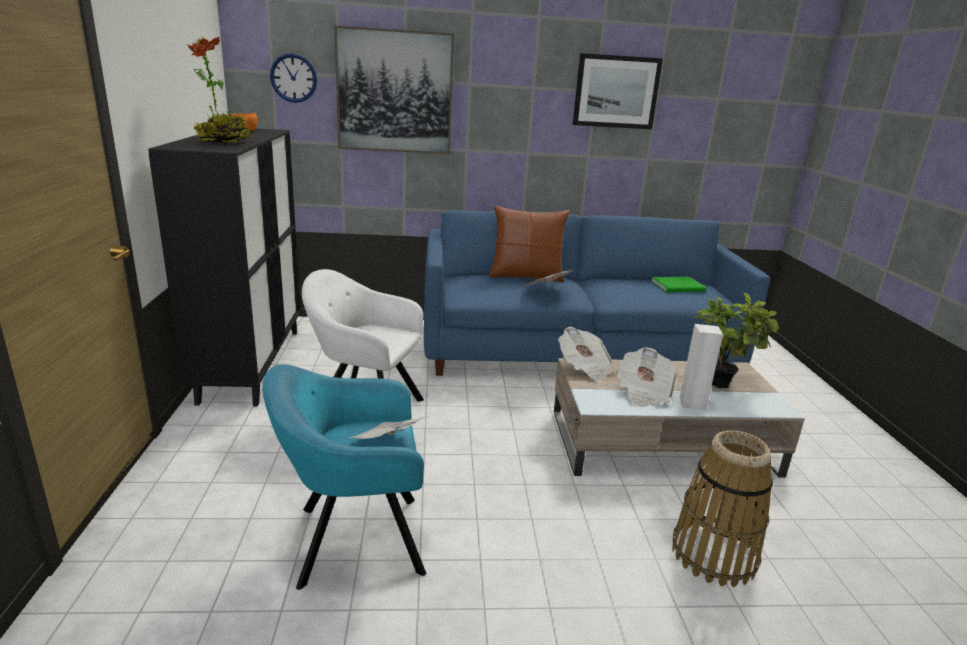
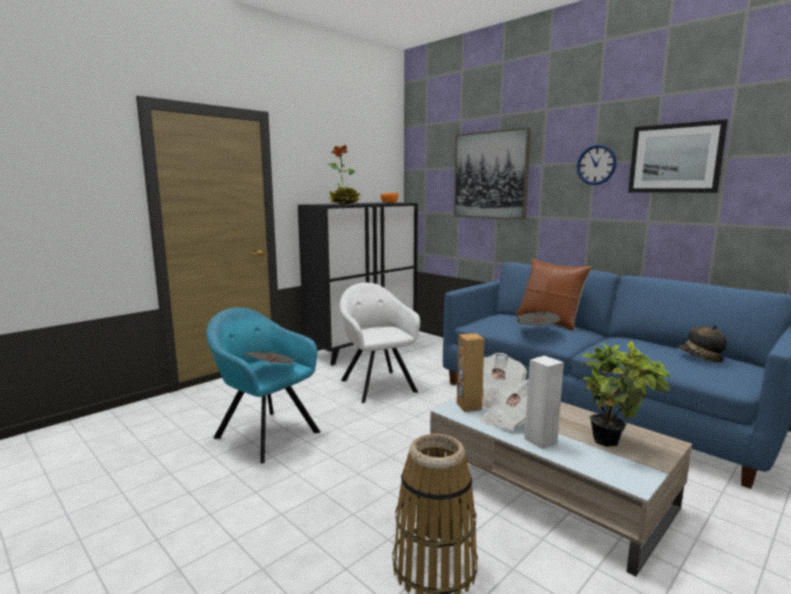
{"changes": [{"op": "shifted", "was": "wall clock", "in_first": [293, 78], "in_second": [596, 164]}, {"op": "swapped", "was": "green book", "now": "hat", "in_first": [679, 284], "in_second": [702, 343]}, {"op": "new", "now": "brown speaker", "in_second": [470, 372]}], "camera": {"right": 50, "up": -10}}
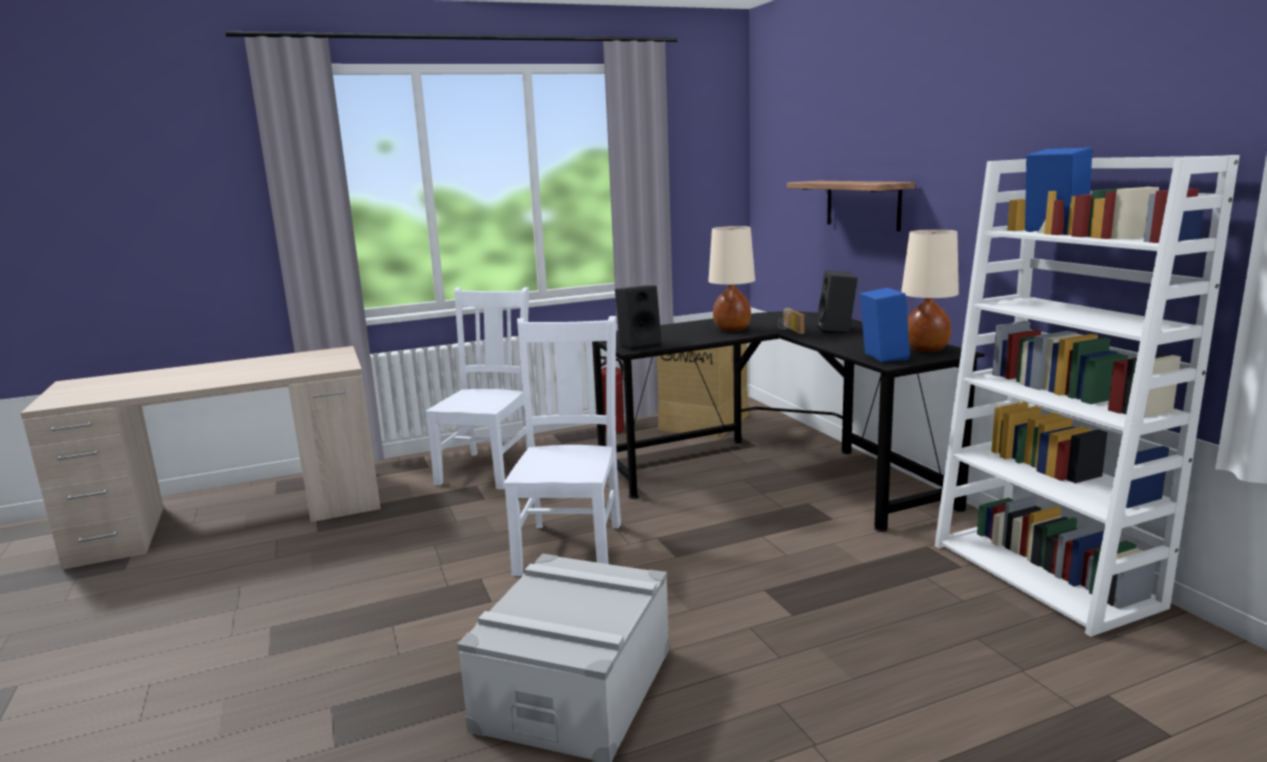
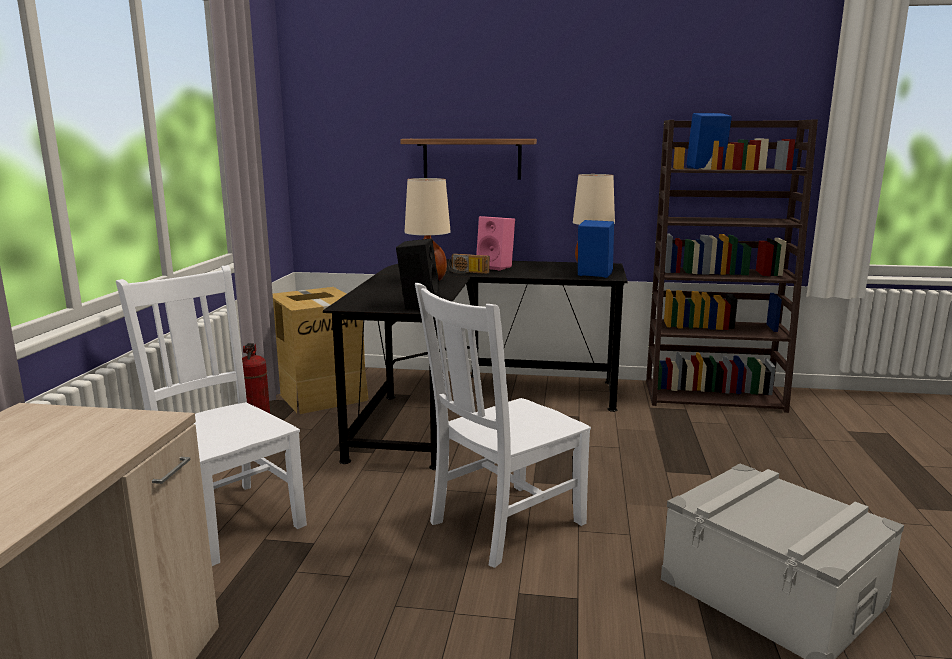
{"changes": [{"op": "repainted", "was": "white bookcase", "now": "brown bookcase", "in_first": [1087, 396], "in_second": [732, 266]}, {"op": "repainted", "was": "black speaker", "now": "pink speaker", "in_first": [837, 302], "in_second": [495, 243]}, {"op": "rotated", "was": "white chair", "in_first": [562, 446], "in_second": [503, 425], "clockwise": -75}], "camera": {"right": -60, "up": 0}}
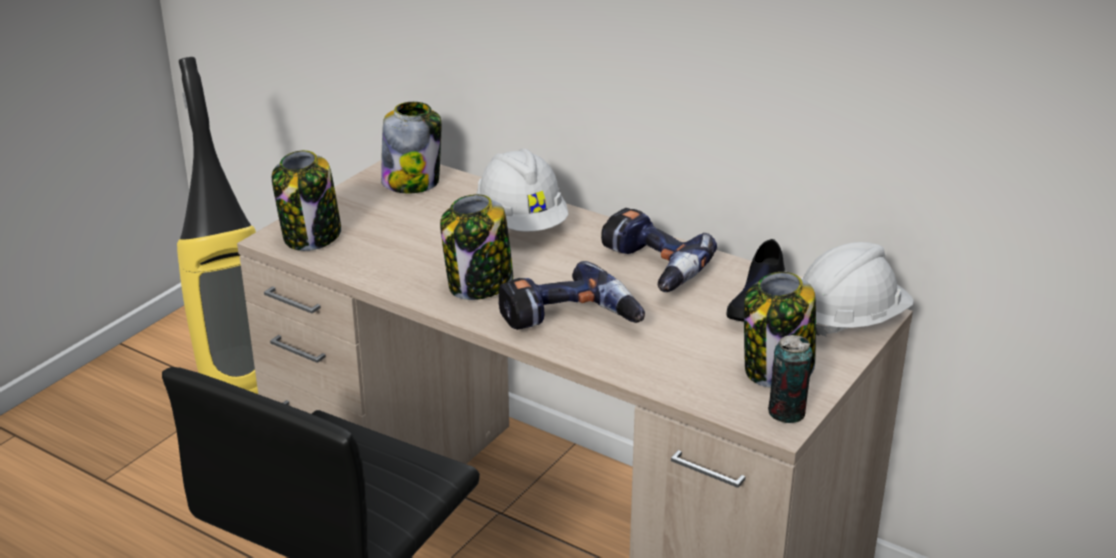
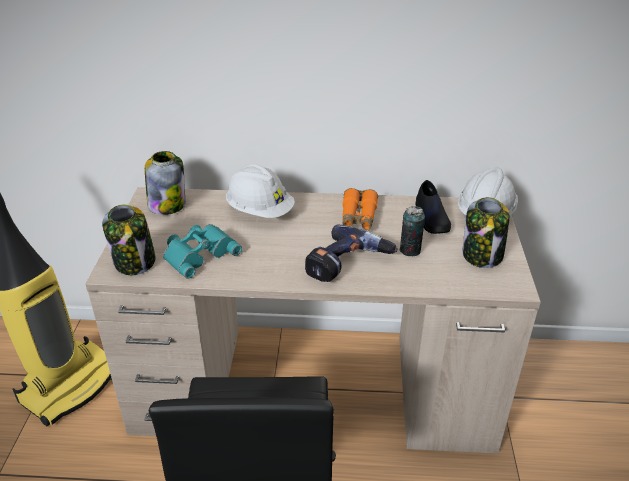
{"changes": [{"op": "gone", "was": "jar", "in_first": [476, 247]}, {"op": "swapped", "was": "power drill", "now": "orange binoculars", "in_first": [659, 250], "in_second": [360, 209]}, {"op": "shifted", "was": "can", "in_first": [790, 379], "in_second": [412, 231]}, {"op": "new", "now": "turquoise binoculars", "in_second": [202, 251]}], "camera": {"right": -30, "up": 5}}
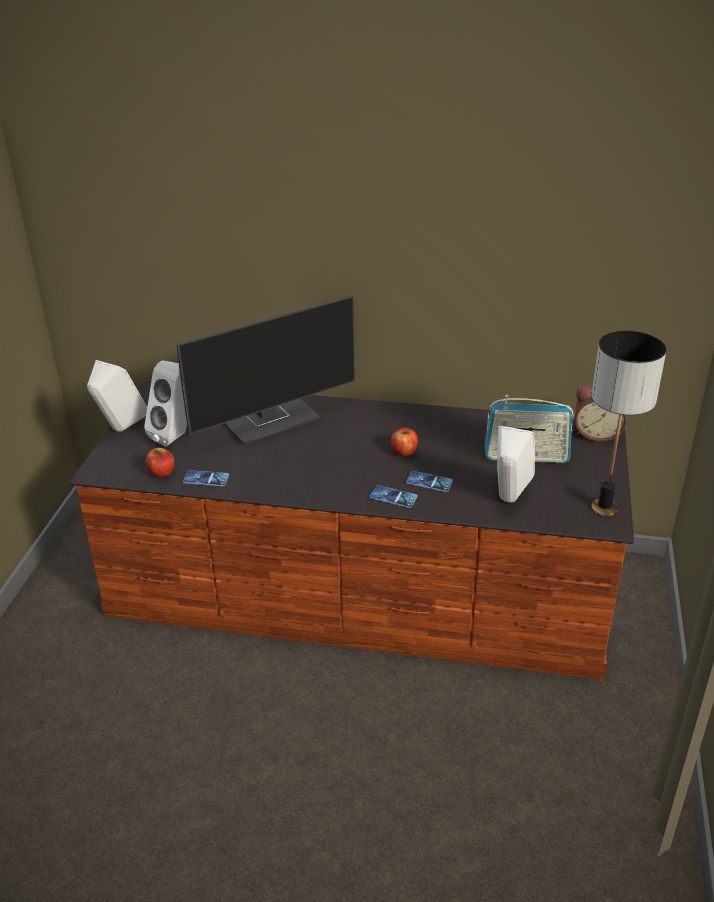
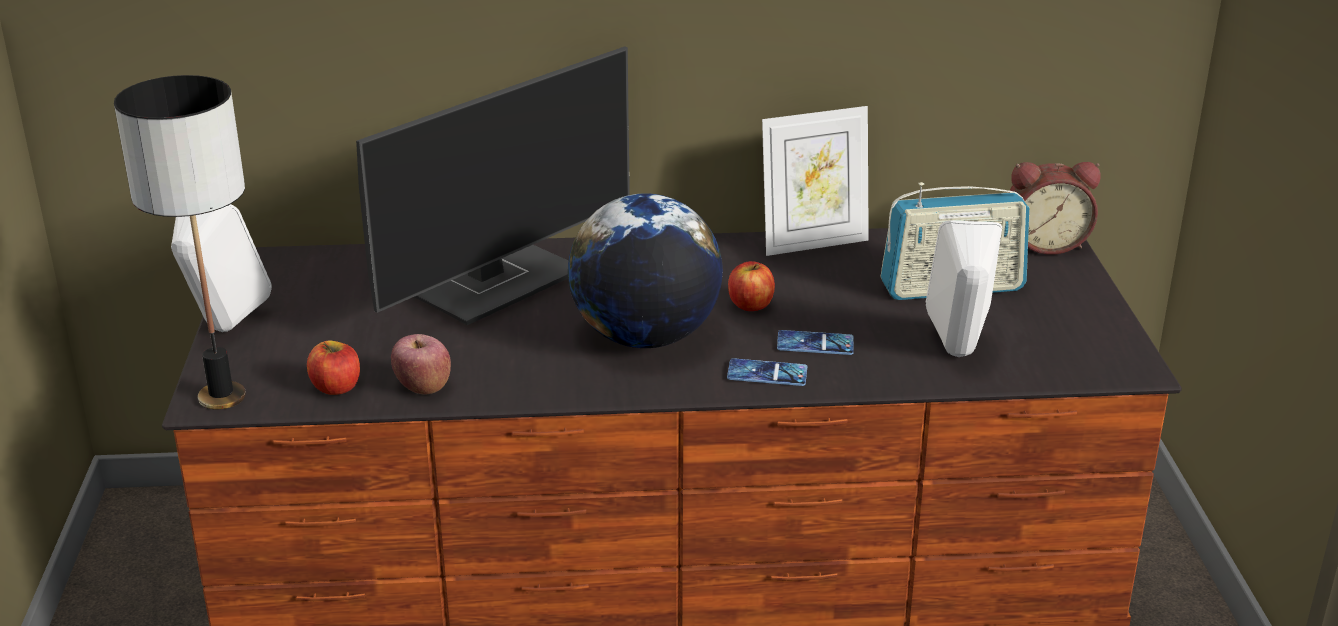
{"changes": [{"op": "shifted", "was": "table lamp", "in_first": [628, 423], "in_second": [180, 242]}, {"op": "gone", "was": "white speaker", "in_first": [165, 403]}, {"op": "swapped", "was": "phone", "now": "apple", "in_first": [206, 478], "in_second": [421, 364]}, {"op": "new", "now": "picture frame", "in_second": [815, 181]}, {"op": "new", "now": "globe", "in_second": [645, 271]}], "camera": {"right": -15, "up": -5}}
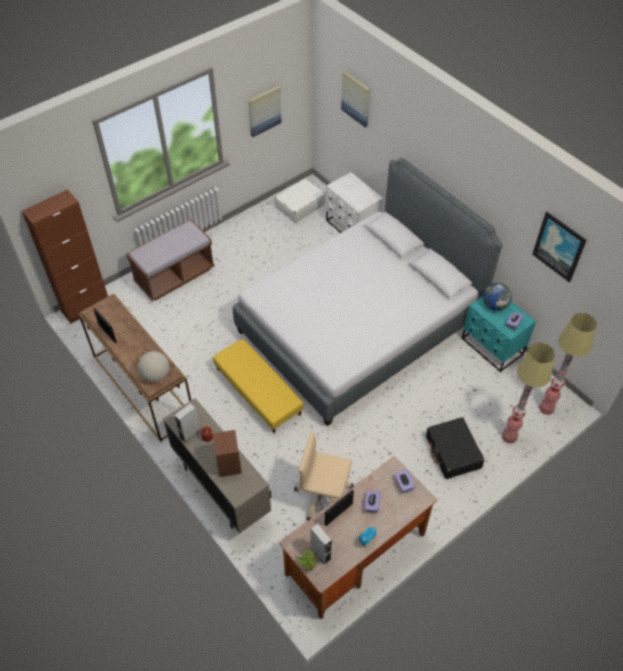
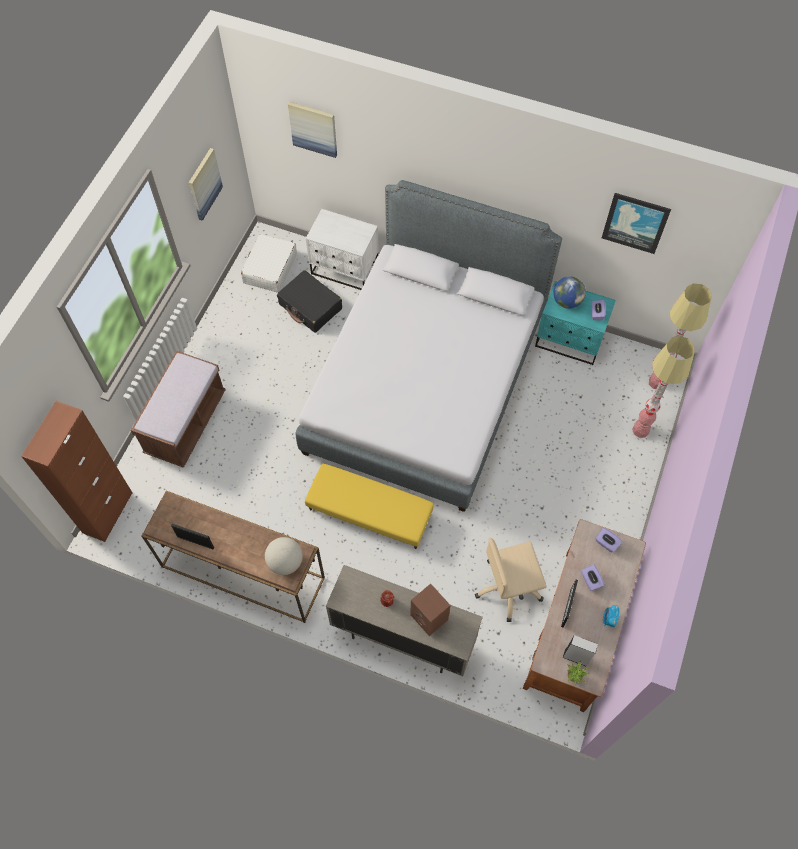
{"changes": [{"op": "gone", "was": "grey speaker", "in_first": [187, 423]}, {"op": "shifted", "was": "black suitcase", "in_first": [455, 448], "in_second": [309, 301]}], "camera": {"right": -30, "up": 10}}
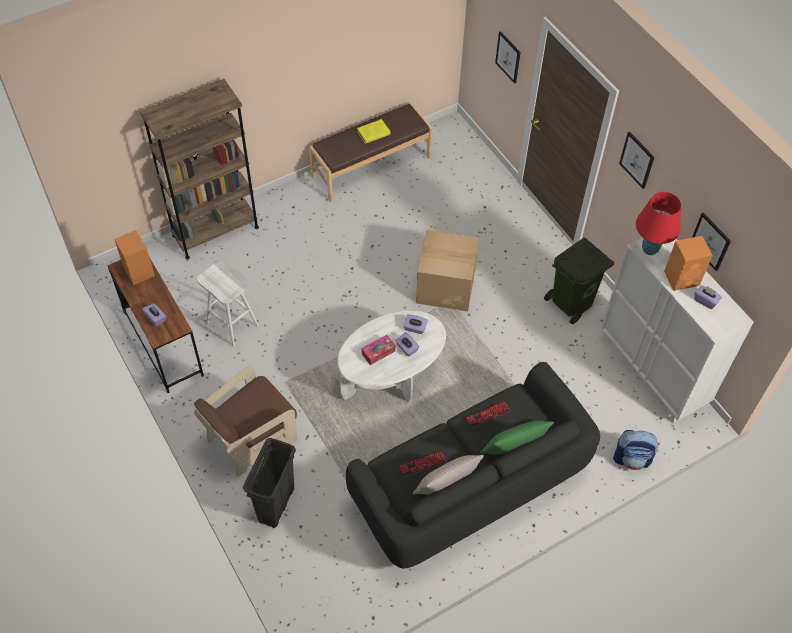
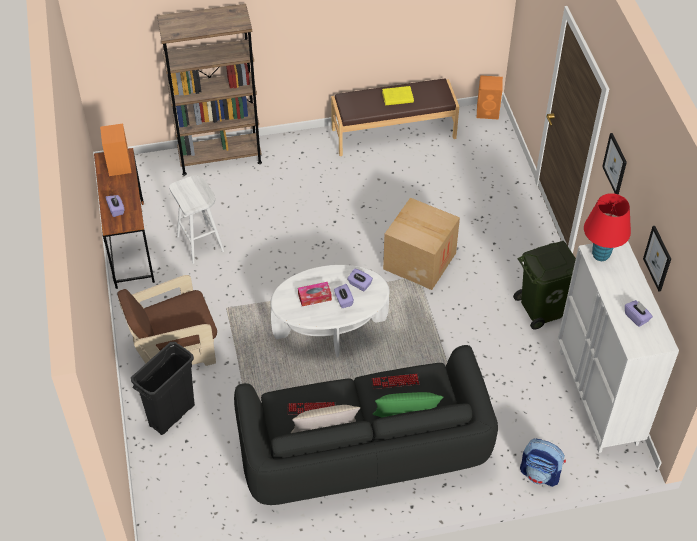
{"changes": [{"op": "gone", "was": "picture", "in_first": [508, 57]}, {"op": "shifted", "was": "orange speaker", "in_first": [688, 263], "in_second": [490, 97]}], "camera": {"right": 20, "up": -5}}
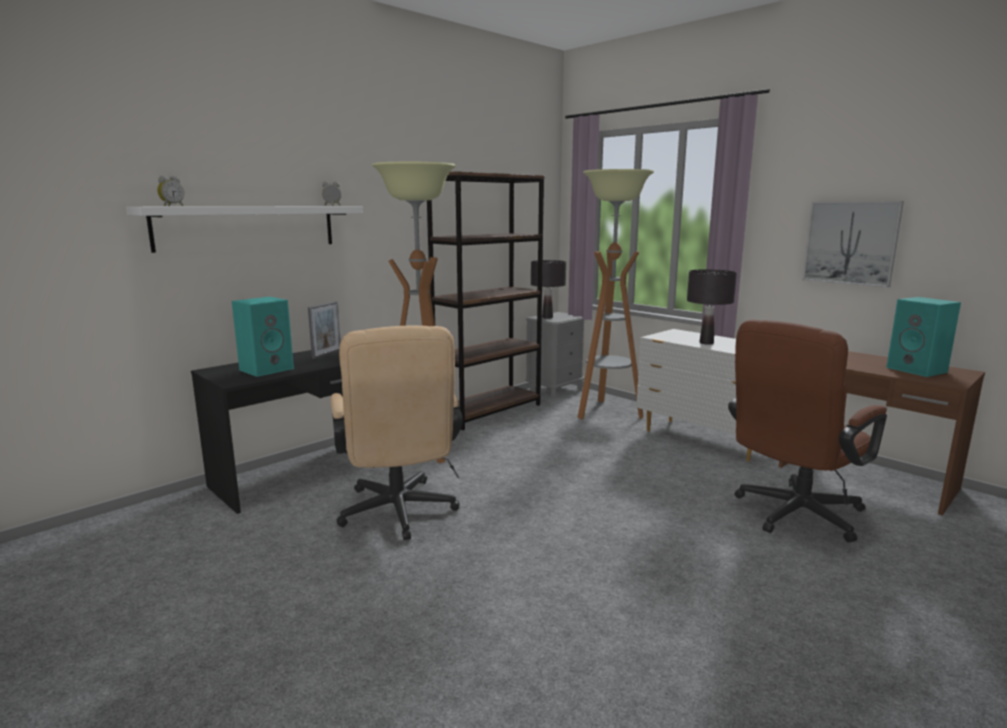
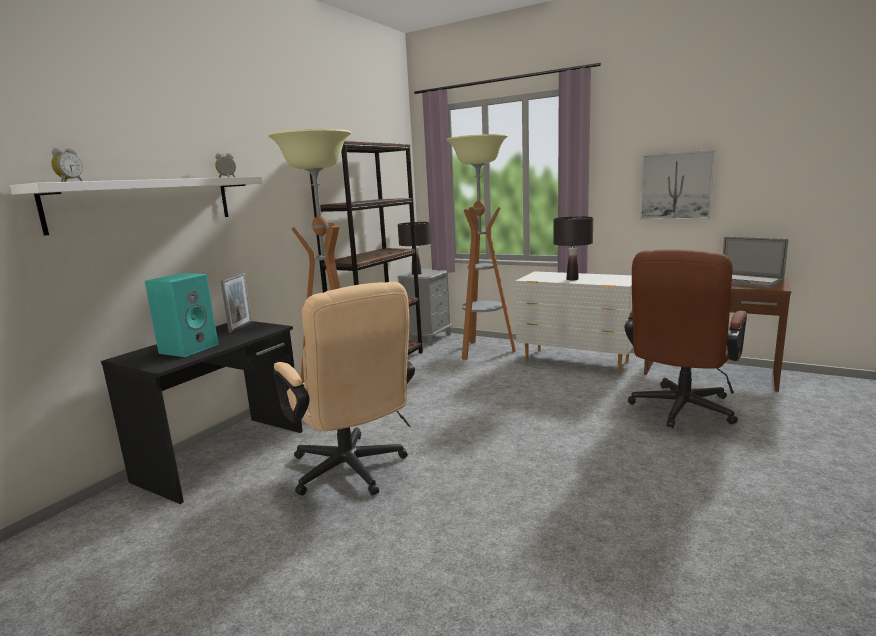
{"changes": [{"op": "swapped", "was": "turquoise speaker", "now": "laptop", "in_first": [923, 337], "in_second": [755, 262]}], "camera": {"right": -15, "up": 0}}
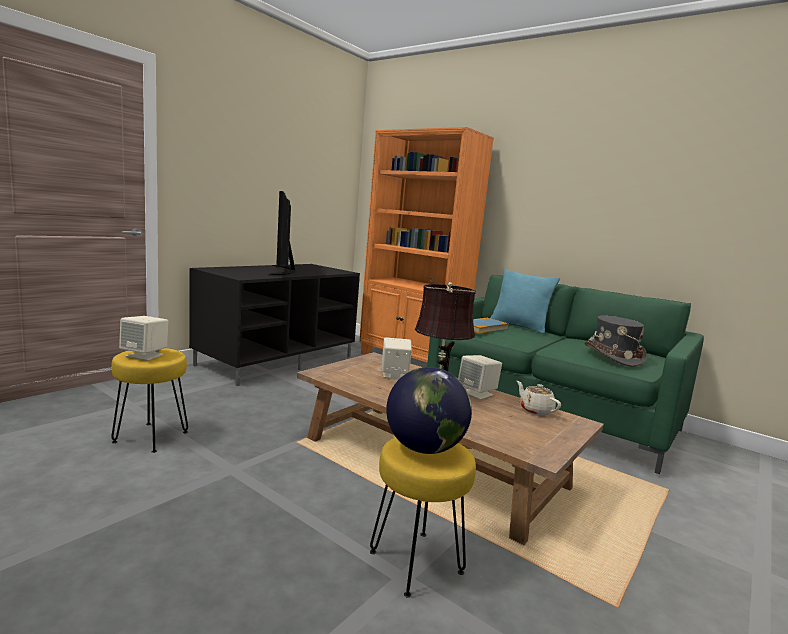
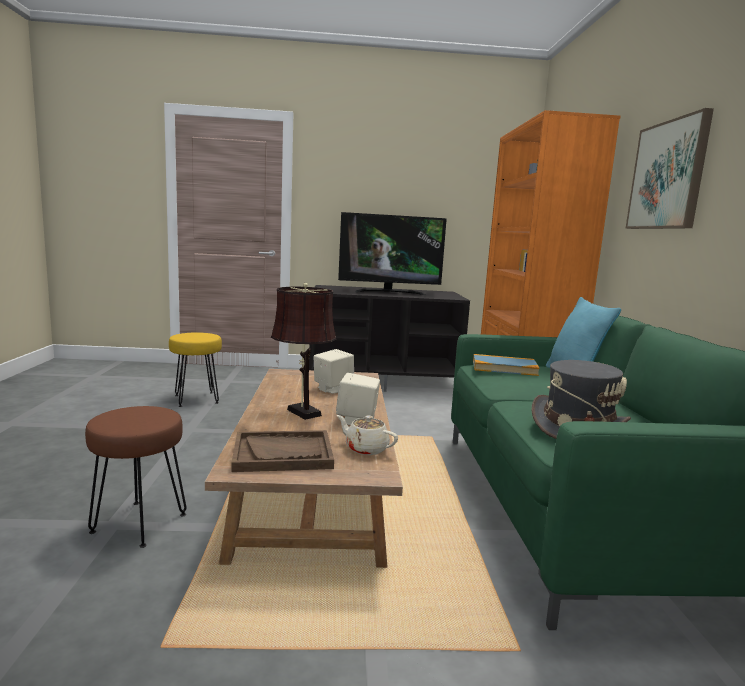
{"changes": [{"op": "rotated", "was": "television", "in_first": [282, 233], "in_second": [392, 253], "clockwise": -135}, {"op": "gone", "was": "beige speaker", "in_first": [143, 338]}, {"op": "gone", "was": "globe", "in_first": [429, 410]}, {"op": "rotated", "was": "beige teapot", "in_first": [539, 398], "in_second": [367, 435], "clockwise": -75}, {"op": "repainted", "was": "yellow stool", "now": "brown stool", "in_first": [423, 517], "in_second": [136, 477]}, {"op": "new", "now": "picture", "in_second": [669, 168]}, {"op": "new", "now": "brown tray", "in_second": [283, 451]}], "camera": {"right": 50, "up": 0}}
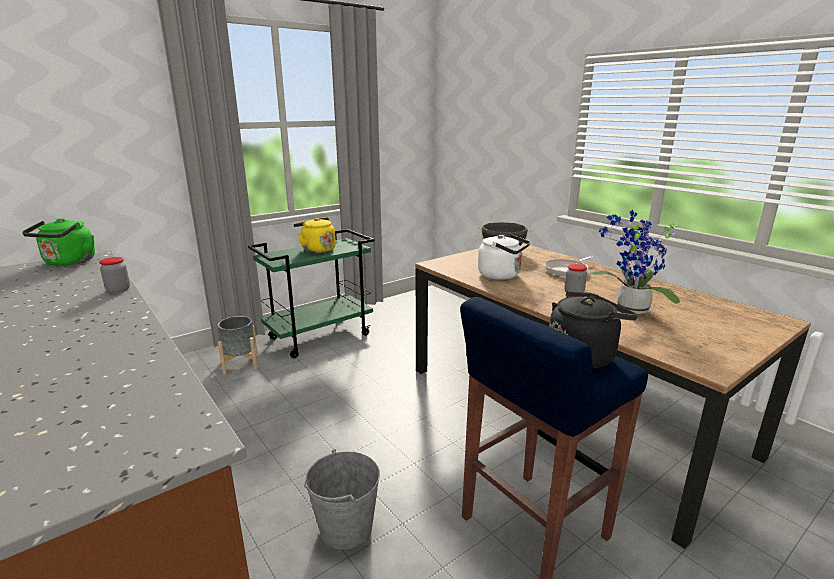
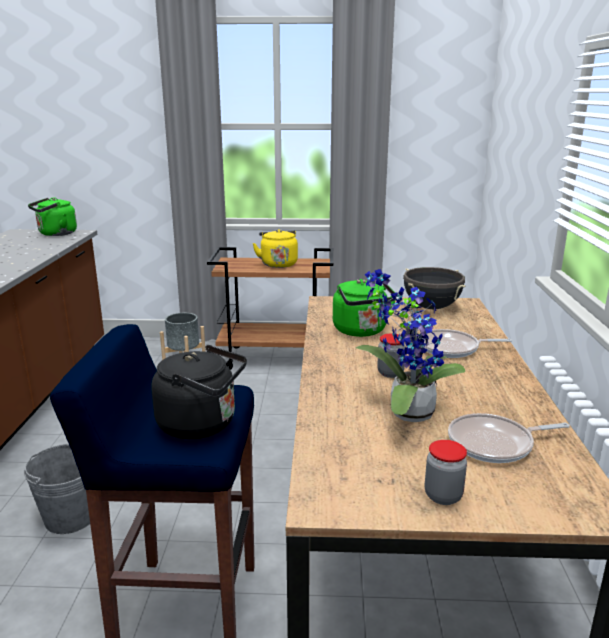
{"changes": [{"op": "repainted", "was": "green cart", "now": "brown cart", "in_first": [311, 293], "in_second": [270, 308]}, {"op": "repainted", "was": "white kettle", "now": "green kettle", "in_first": [504, 256], "in_second": [364, 308]}, {"op": "shifted", "was": "jar", "in_first": [114, 275], "in_second": [446, 472]}, {"op": "new", "now": "frying pan", "in_second": [509, 438]}], "camera": {"right": 40, "up": 0}}
